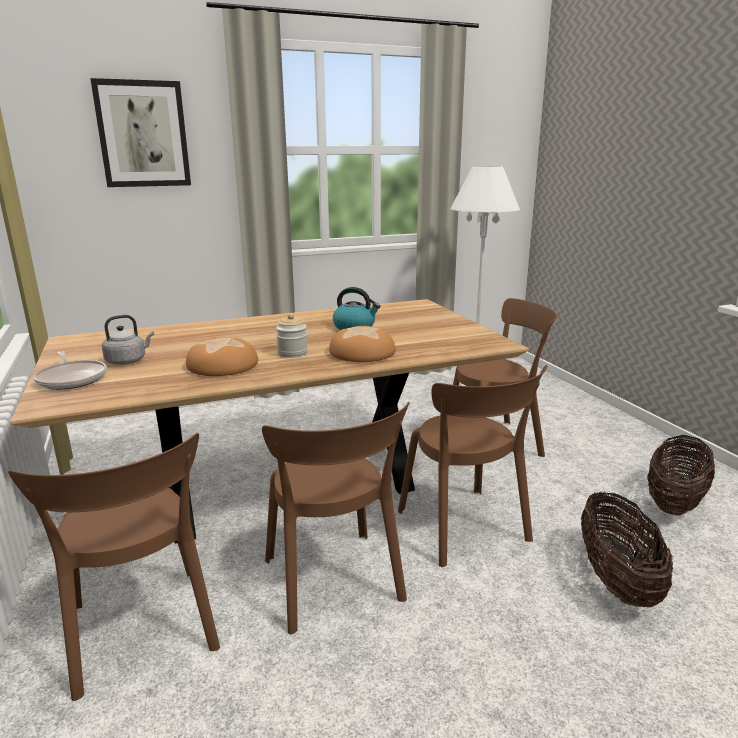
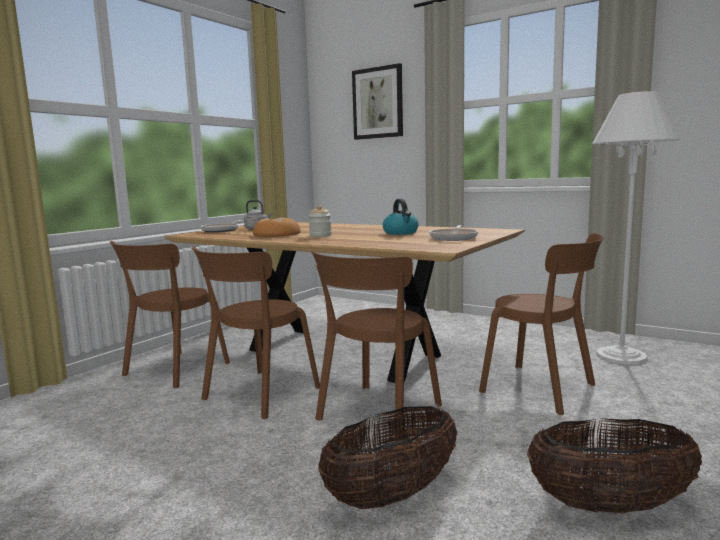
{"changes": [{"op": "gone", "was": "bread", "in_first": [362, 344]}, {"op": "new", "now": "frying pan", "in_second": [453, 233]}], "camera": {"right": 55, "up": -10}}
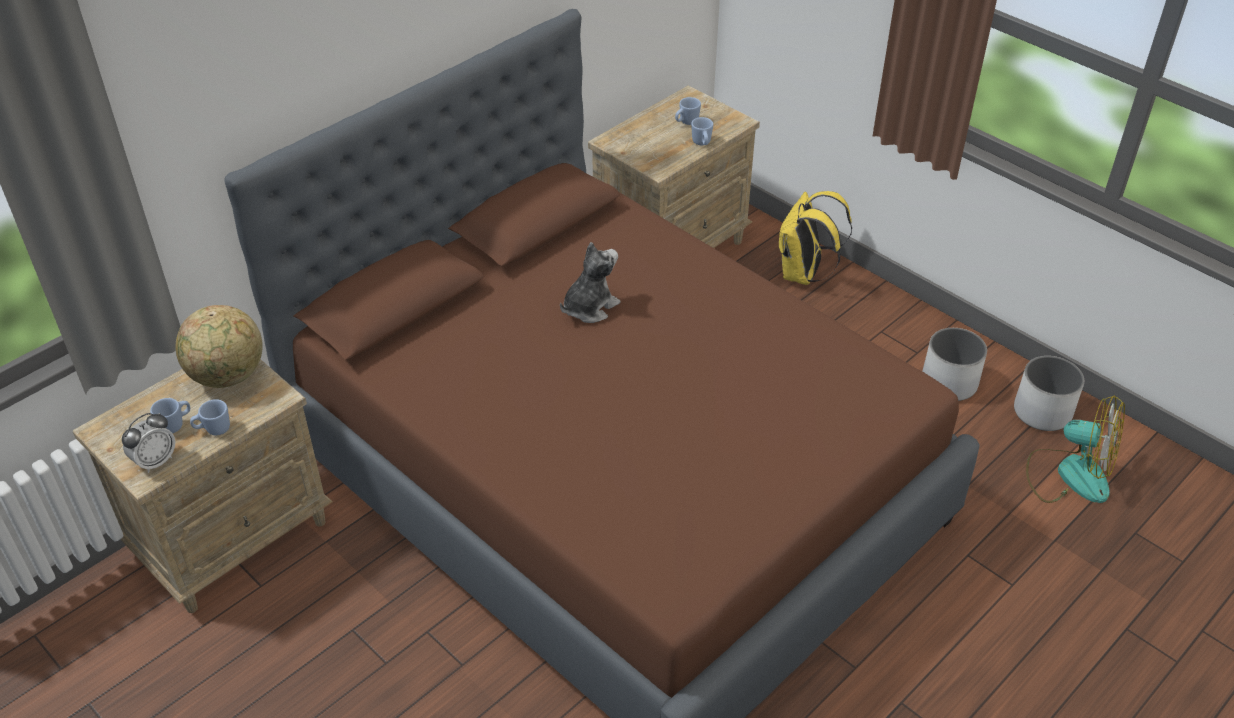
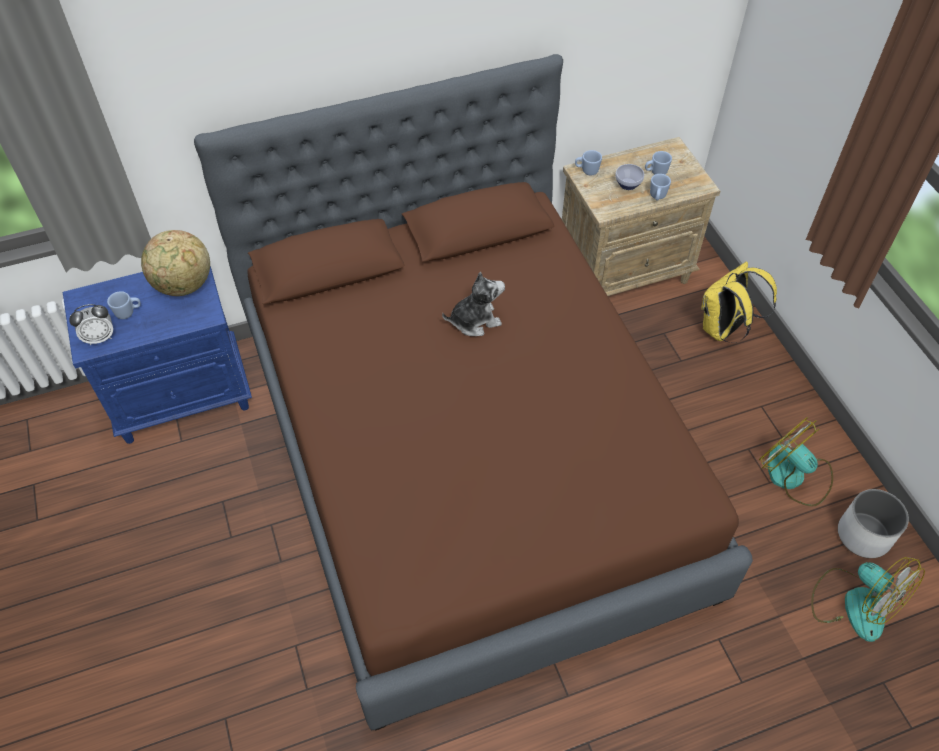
{"changes": [{"op": "swapped", "was": "white planter", "now": "fan", "in_first": [955, 364], "in_second": [796, 462]}, {"op": "repainted", "was": "beige nightstand", "now": "blue nightstand", "in_first": [202, 486], "in_second": [157, 355]}, {"op": "shifted", "was": "blue mug", "in_first": [210, 417], "in_second": [588, 162]}, {"op": "new", "now": "bowl", "in_second": [629, 177]}], "camera": {"right": 25, "up": 10}}
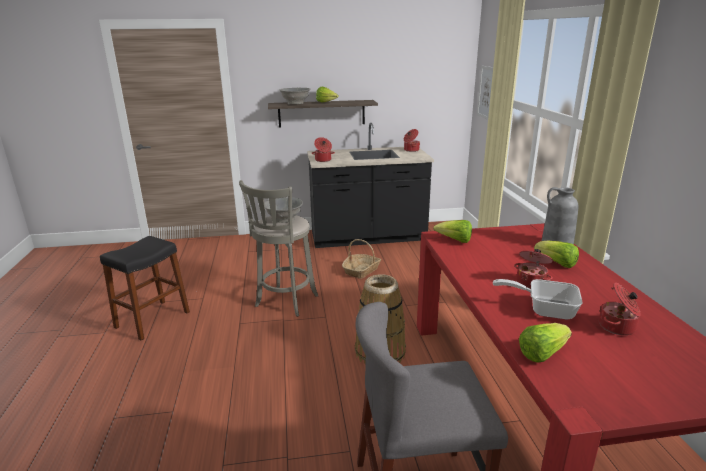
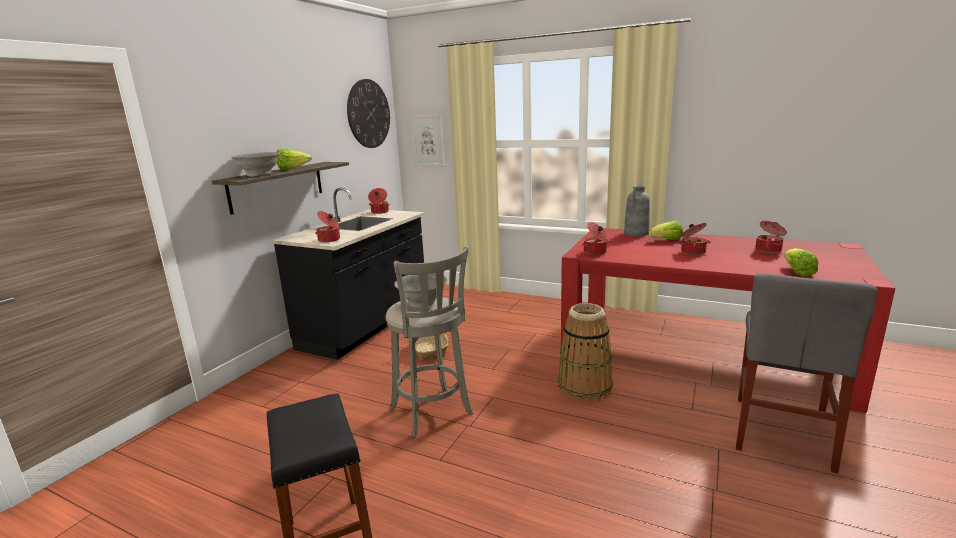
{"changes": [{"op": "swapped", "was": "lettuce", "now": "cooking pot", "in_first": [452, 231], "in_second": [595, 238]}, {"op": "gone", "was": "frying pan", "in_first": [538, 299]}, {"op": "new", "now": "wall clock", "in_second": [368, 113]}], "camera": {"right": -55, "up": -5}}
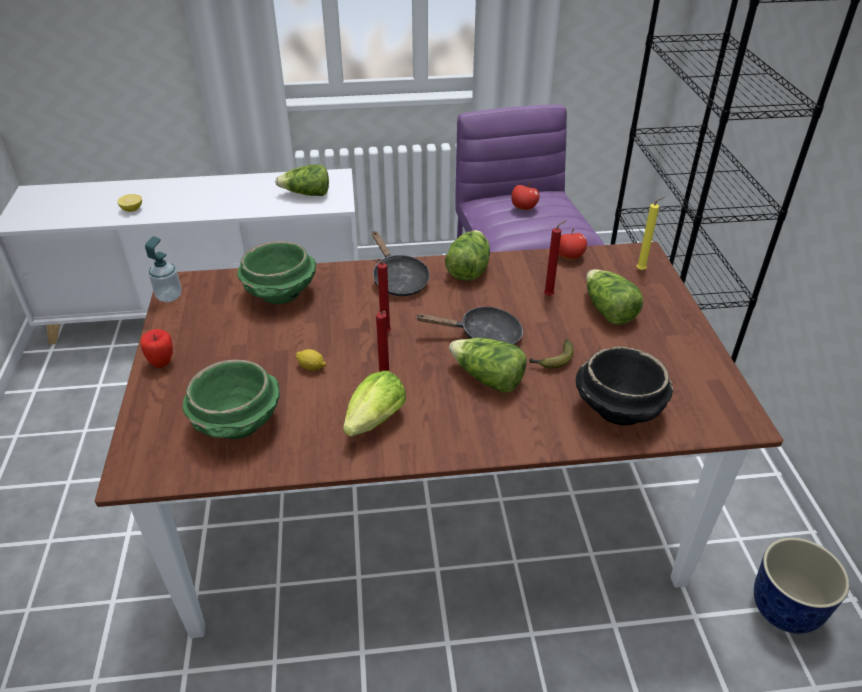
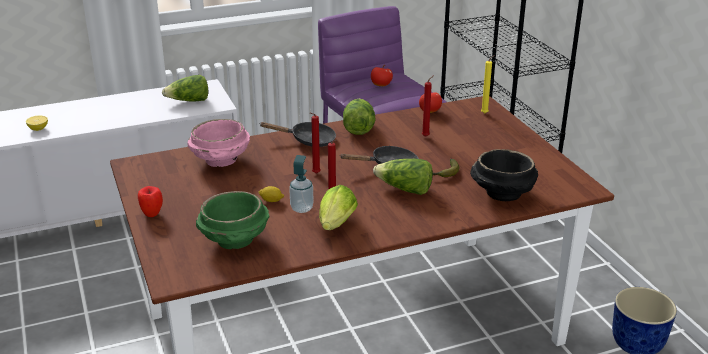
{"changes": [{"op": "rotated", "was": "black frying pan", "in_first": [401, 263], "in_second": [298, 134], "clockwise": -45}, {"op": "shifted", "was": "soap dispenser", "in_first": [163, 269], "in_second": [301, 184]}, {"op": "repainted", "was": "green bowl", "now": "pink bowl", "in_first": [276, 272], "in_second": [218, 143]}, {"op": "gone", "was": "lettuce", "in_first": [614, 297]}], "camera": {"right": -15, "up": -10}}
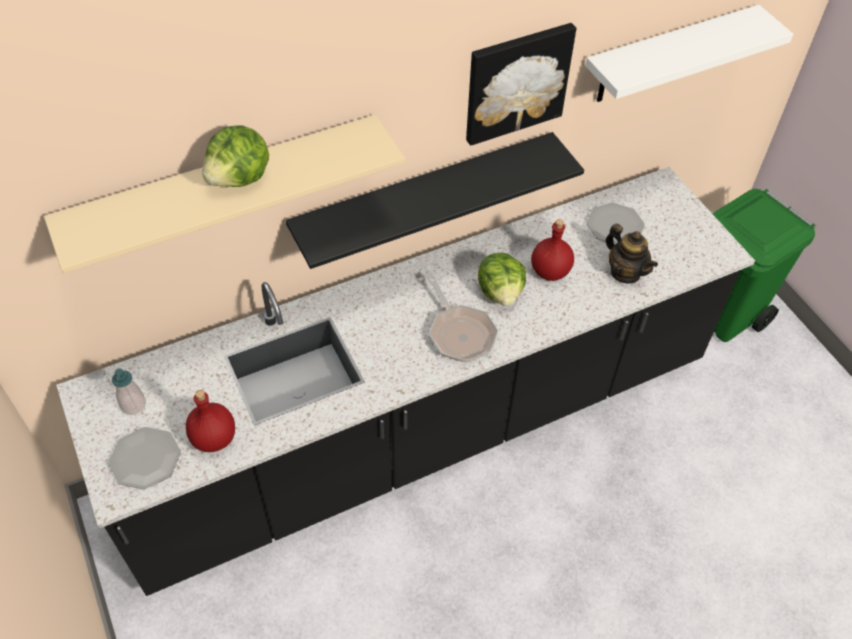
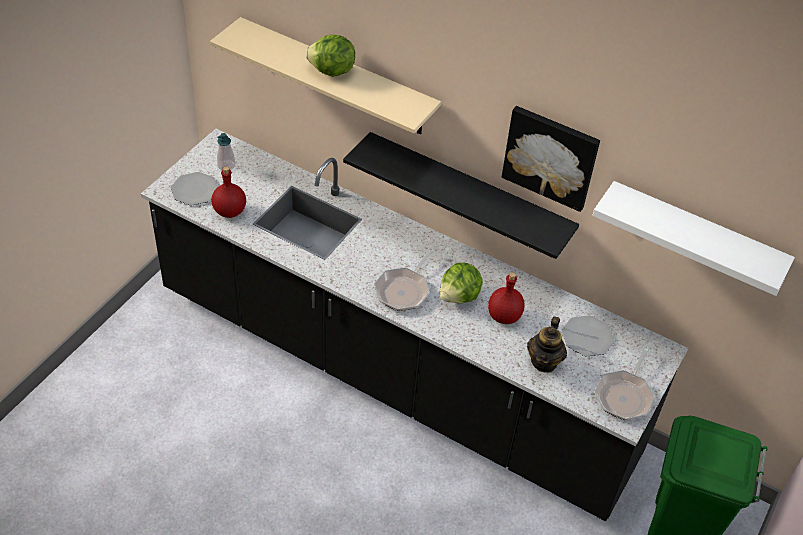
{"changes": [{"op": "new", "now": "frying pan", "in_second": [624, 381]}], "camera": {"right": 55, "up": -5}}
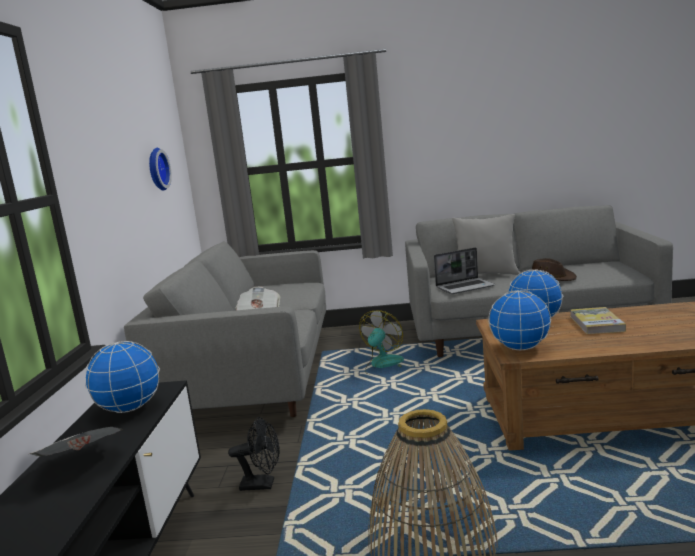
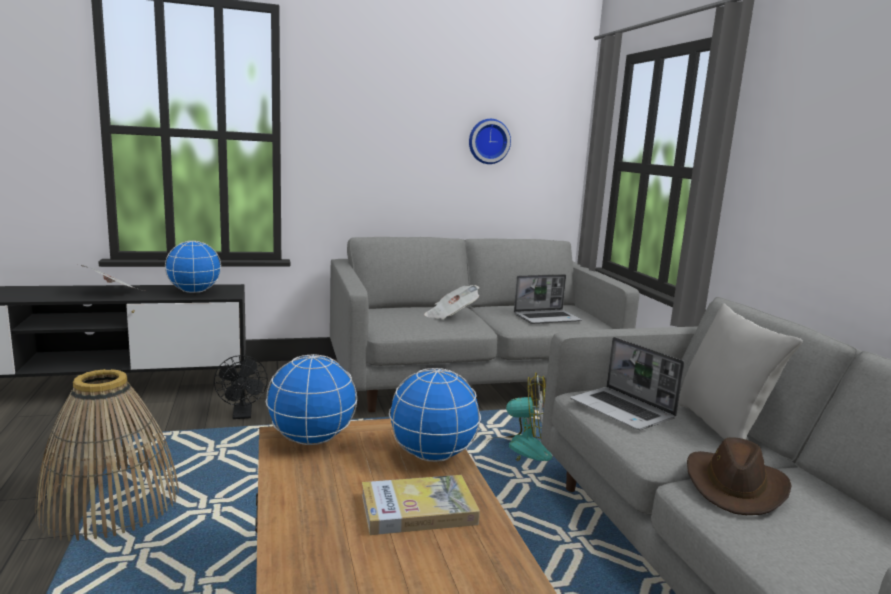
{"changes": [{"op": "new", "now": "laptop", "in_second": [548, 299]}], "camera": {"right": 70, "up": 0}}
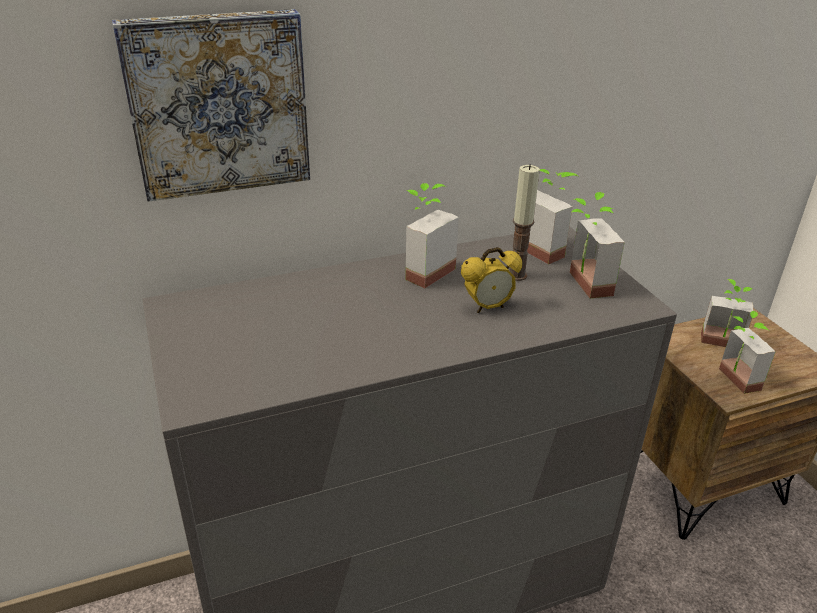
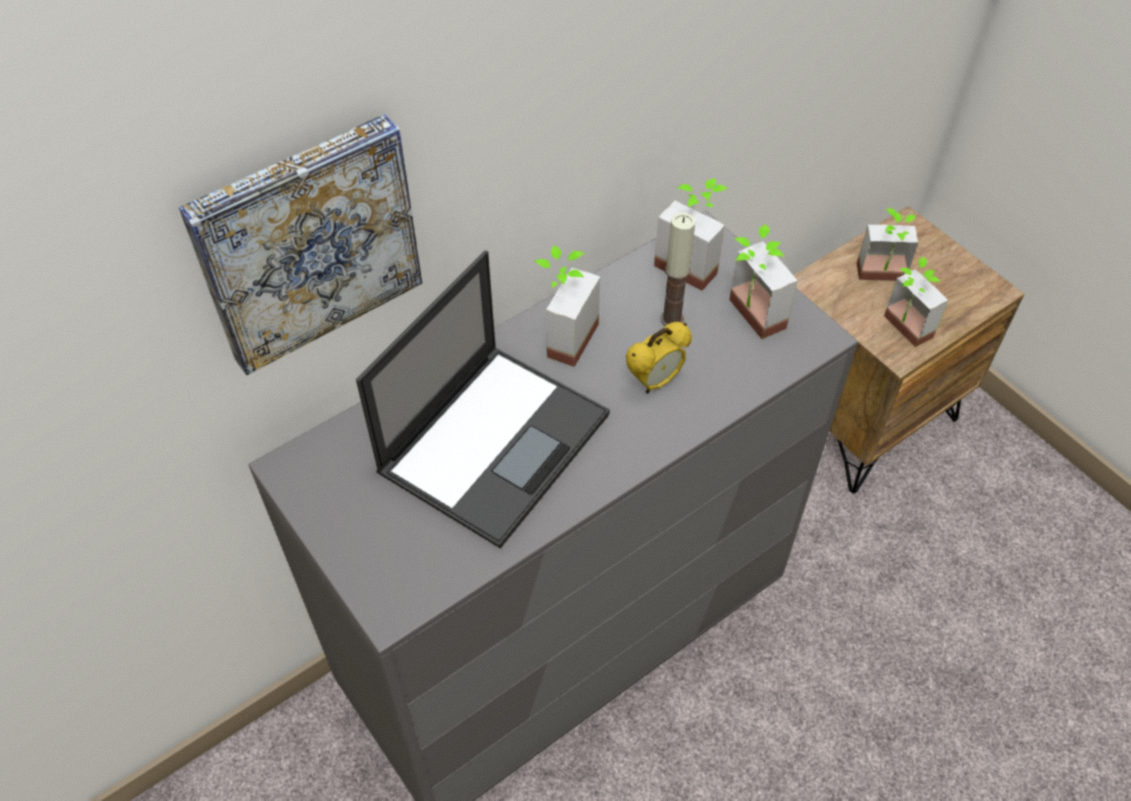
{"changes": [{"op": "new", "now": "laptop", "in_second": [483, 399]}], "camera": {"right": -15, "up": 20}}
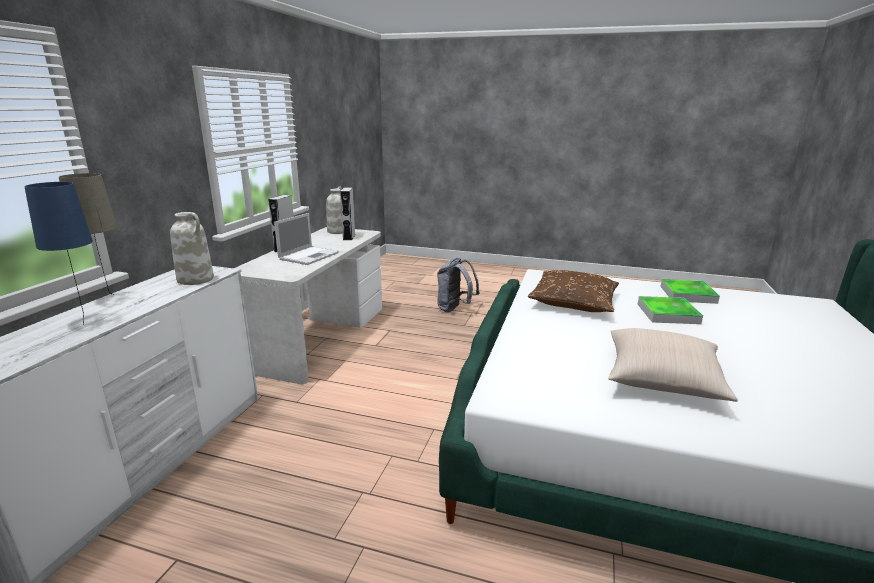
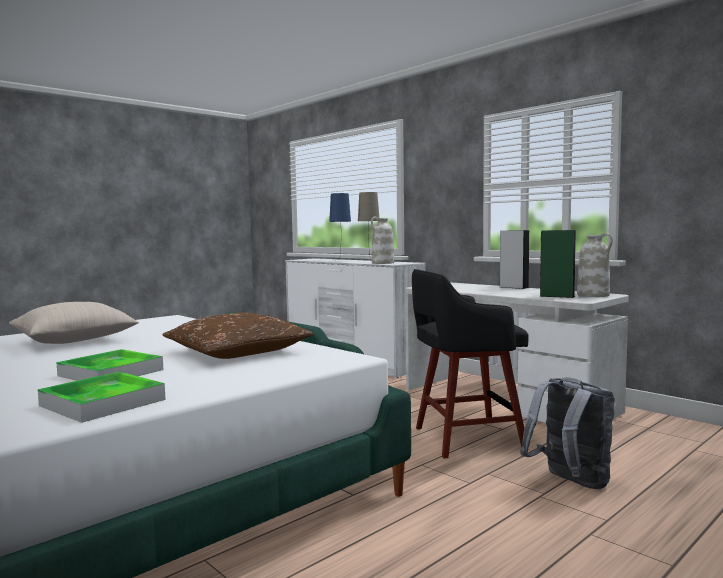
{"changes": [{"op": "repainted", "was": "grey speaker", "now": "green speaker", "in_first": [347, 214], "in_second": [558, 264]}, {"op": "gone", "was": "laptop", "in_first": [306, 239]}, {"op": "new", "now": "black stool", "in_second": [470, 363]}], "camera": {"right": 120, "up": -15}}
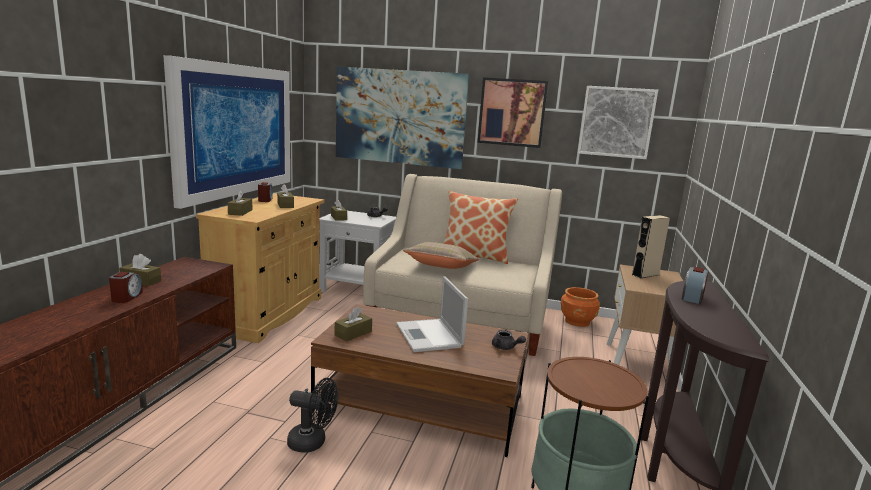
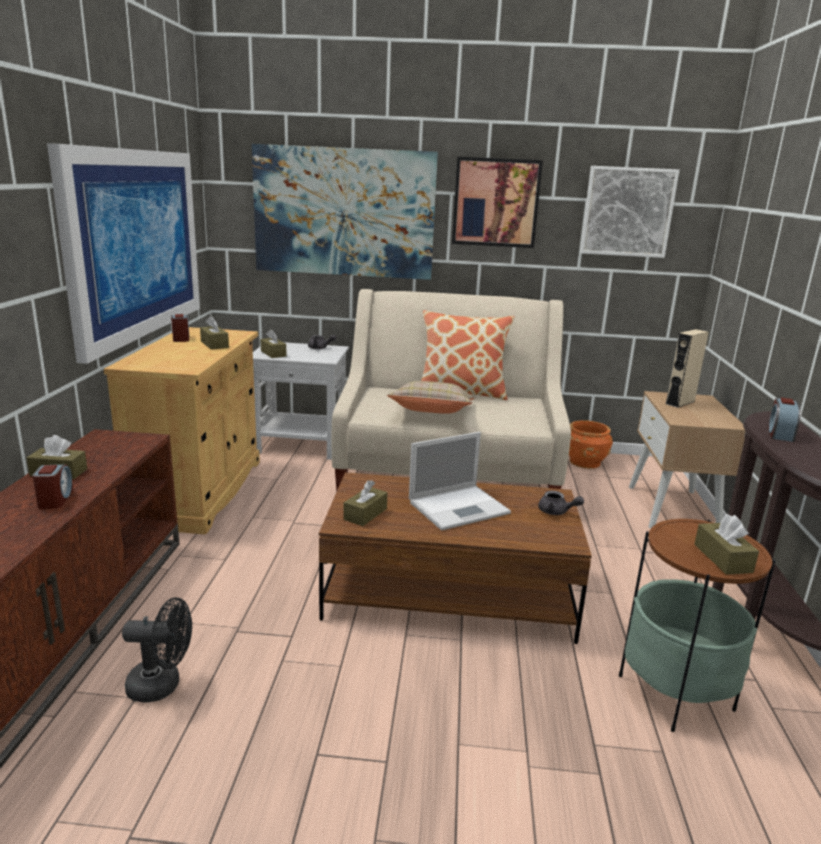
{"changes": [{"op": "shifted", "was": "brown tissue box", "in_first": [240, 202], "in_second": [726, 544]}, {"op": "rotated", "was": "laptop", "in_first": [432, 314], "in_second": [460, 481], "clockwise": -90}, {"op": "shifted", "was": "black fan", "in_first": [312, 415], "in_second": [157, 650]}], "camera": {"right": -10, "up": 5}}
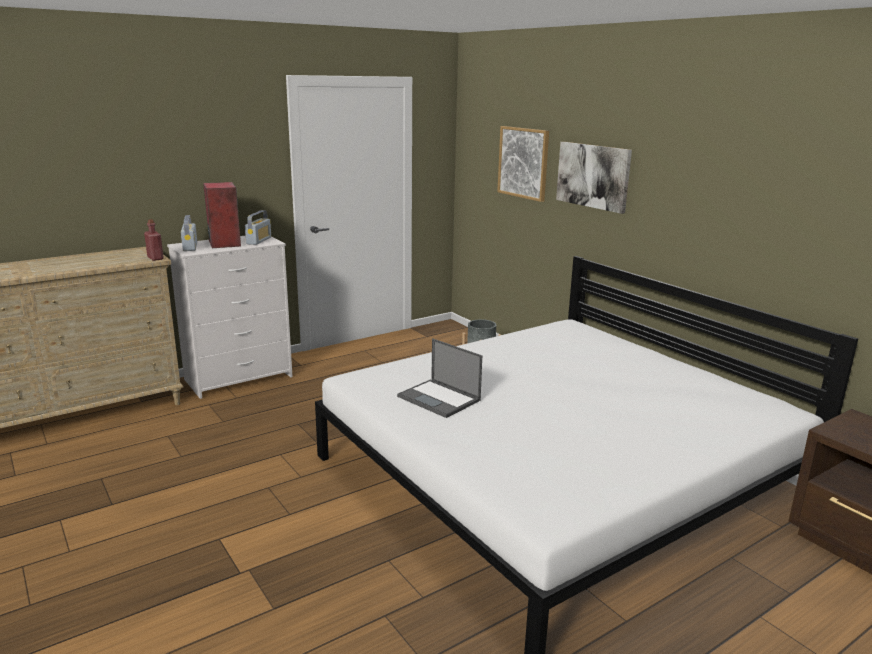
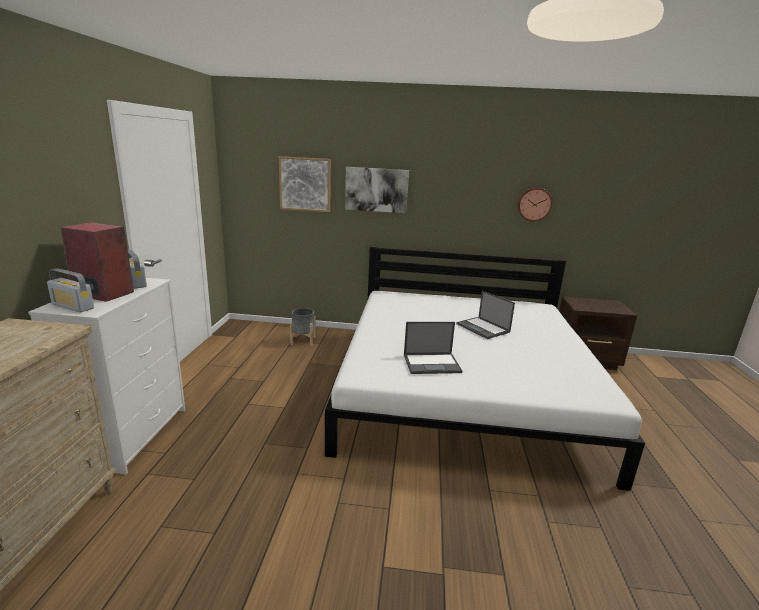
{"changes": [{"op": "gone", "was": "red bottle", "in_first": [154, 240]}, {"op": "new", "now": "wall clock", "in_second": [535, 204]}, {"op": "new", "now": "laptop", "in_second": [485, 315]}], "camera": {"right": -50, "up": 0}}
